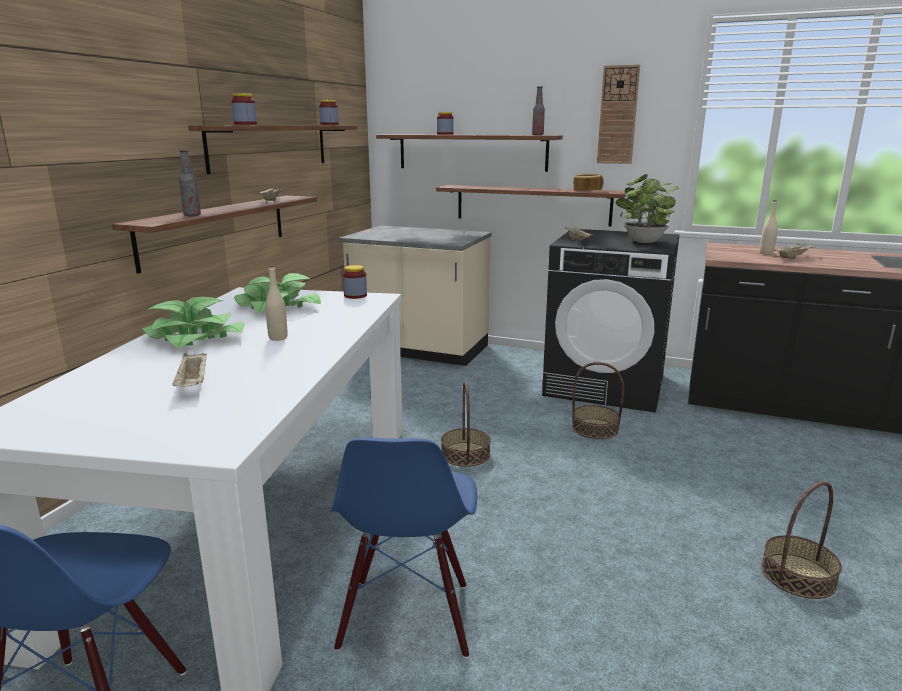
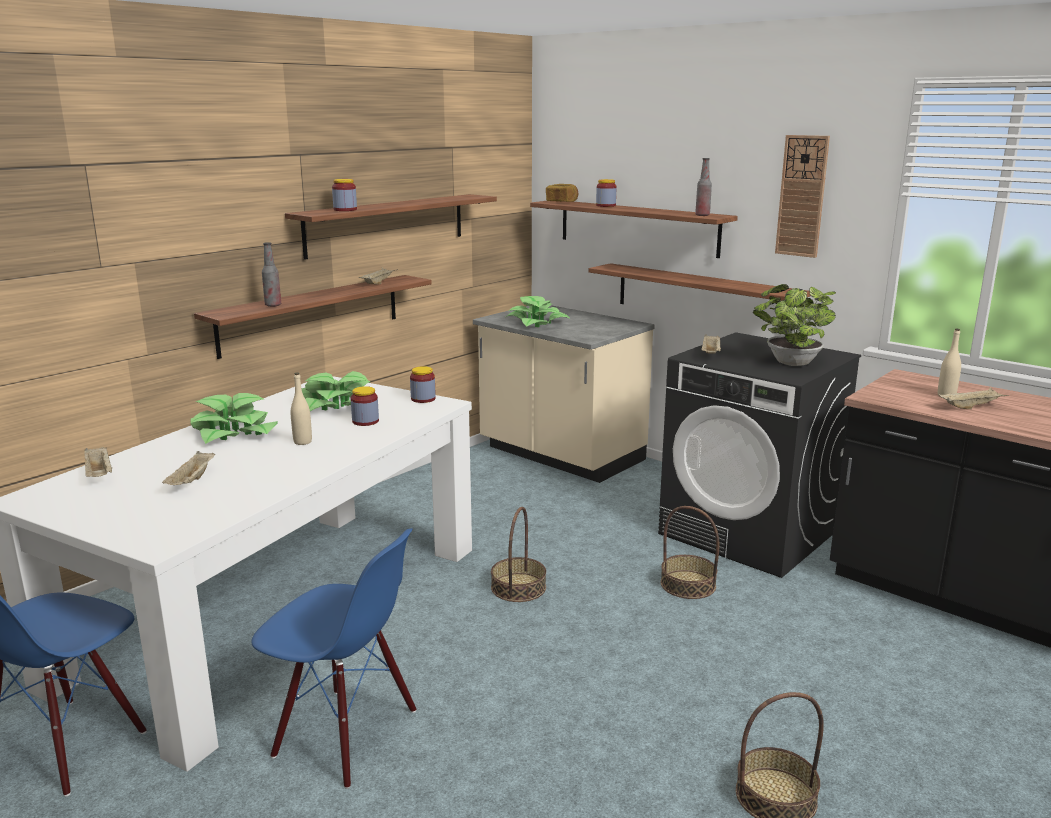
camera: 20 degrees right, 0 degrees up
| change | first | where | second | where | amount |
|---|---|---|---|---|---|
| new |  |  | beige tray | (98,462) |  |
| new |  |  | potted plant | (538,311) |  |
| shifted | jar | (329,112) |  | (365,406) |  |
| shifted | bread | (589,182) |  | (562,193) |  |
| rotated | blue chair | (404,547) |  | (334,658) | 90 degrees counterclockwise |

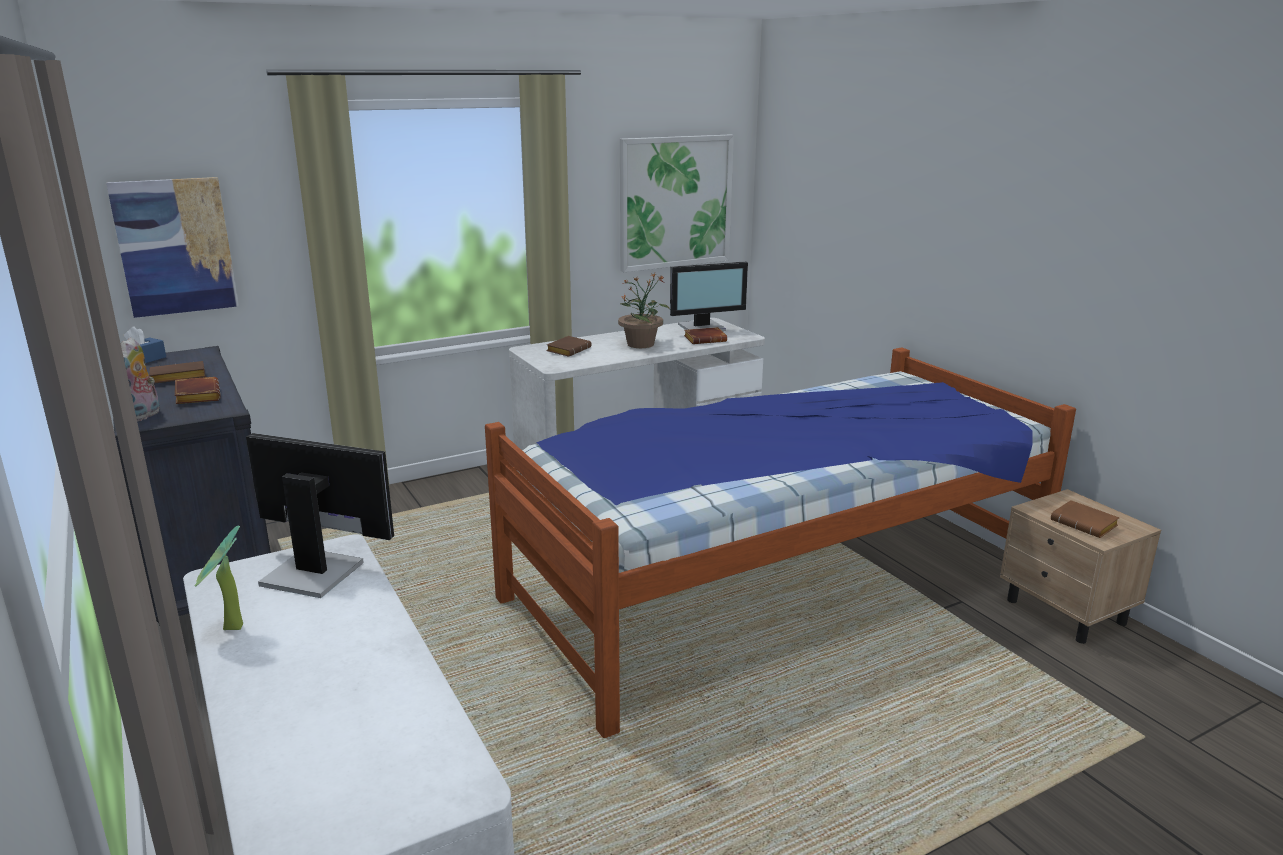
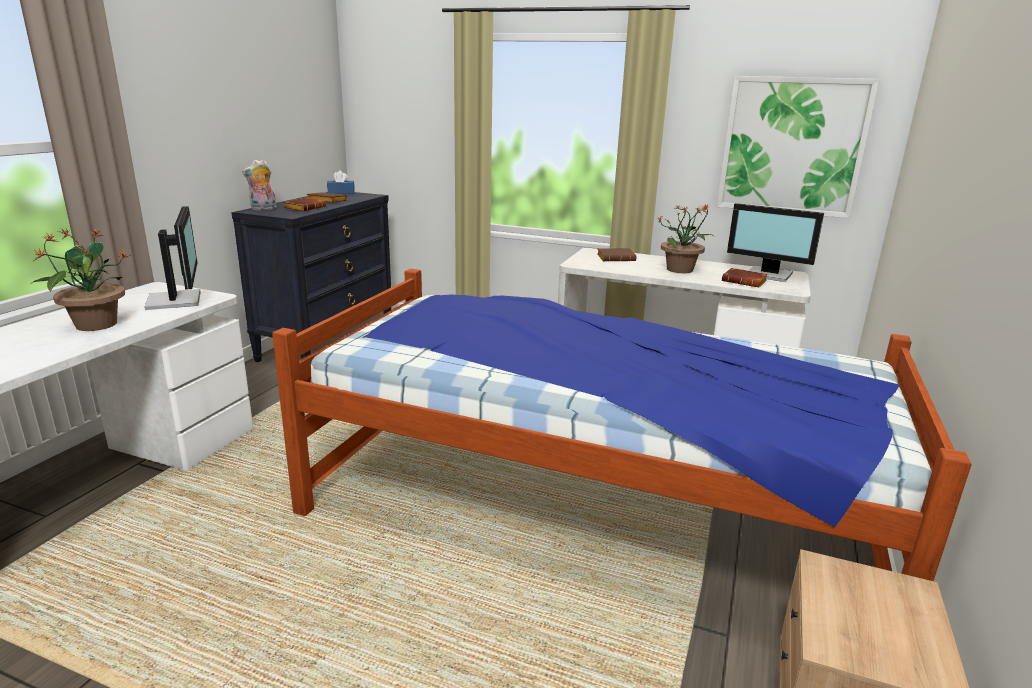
camera: 50 degrees right, 0 degrees up
| change | first | where | second | where | amount |
|---|---|---|---|---|---|
| gone | picture | (172,247) |  |  |  |
| gone | brown book | (1085,519) |  |  |  |
| new |  |  | potted plant | (81,279) |  |

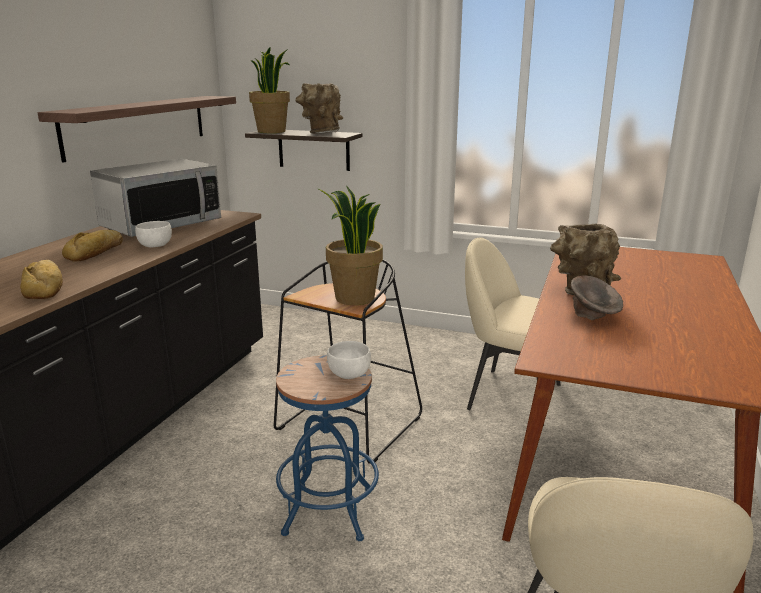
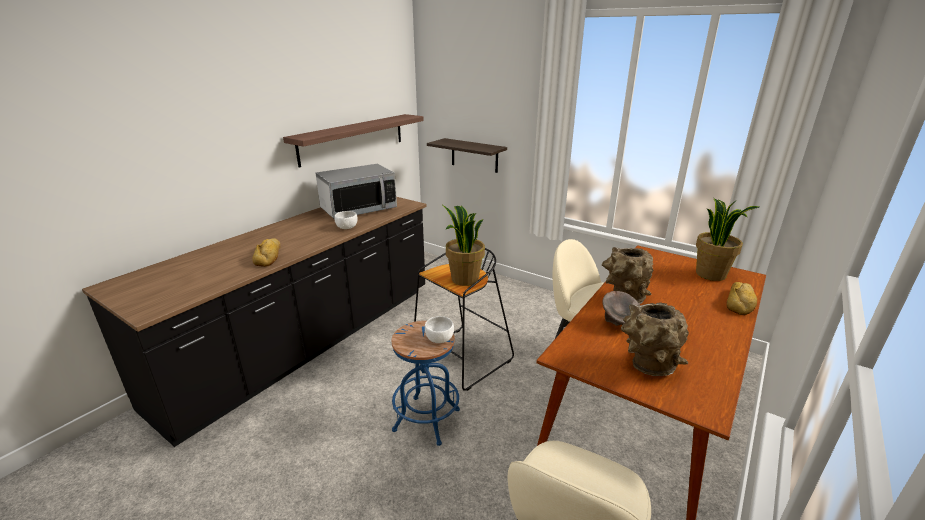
camera: 15 degrees right, 5 degrees up
| change | first | where | second | where | amount |
|---|---|---|---|---|---|
| shifted | bread | (92,246) |  | (741,298) |  |
| shifted | potted plant | (269,90) |  | (727,239) |  |
| shifted | brown vase | (319,108) |  | (655,339) |  |

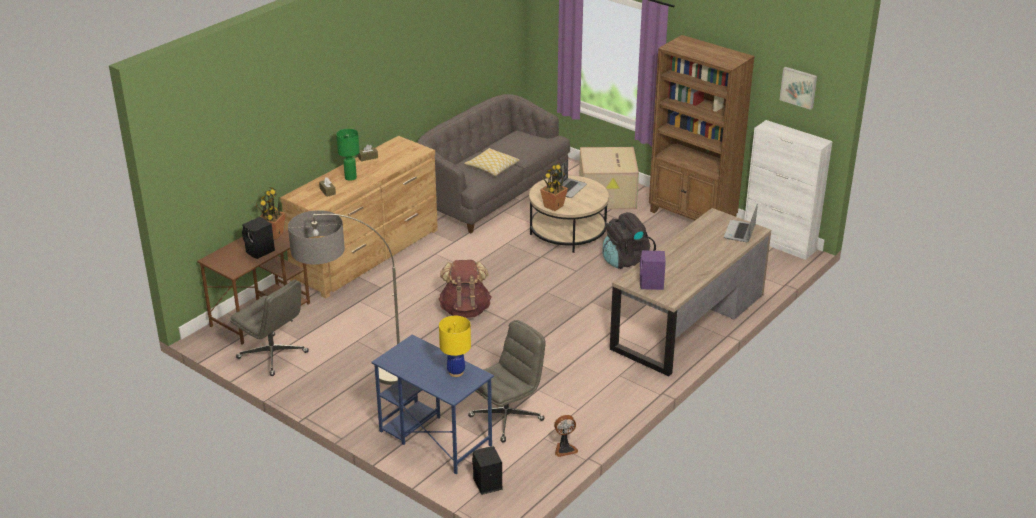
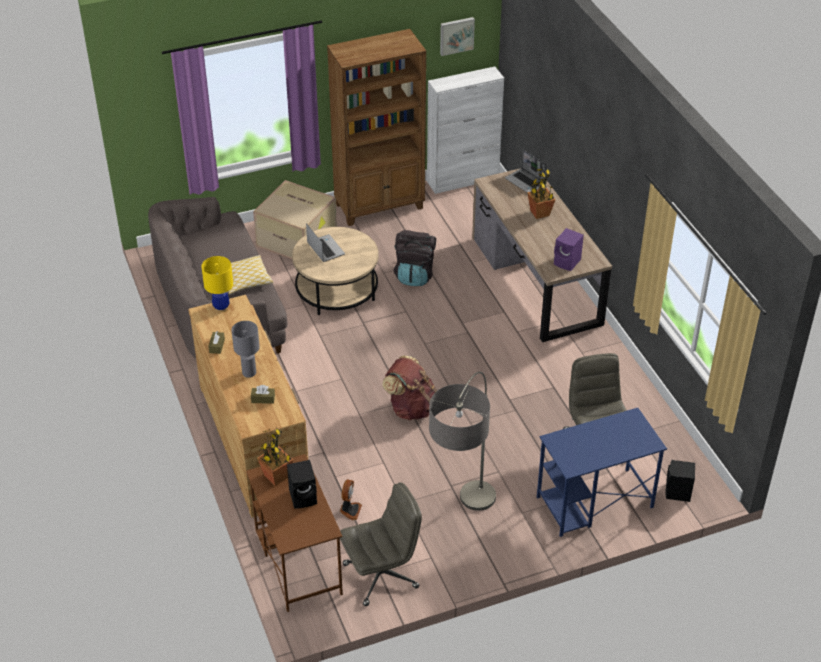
camera: 60 degrees left, 10 degrees up
| change | first | where | second | where | amount |
|---|---|---|---|---|---|
| shifted | yellow table lamp | (455,346) |  | (217,284) |  |
| shifted | potted plant | (554,186) |  | (541,194) |  |
| shifted | fan | (566,436) |  | (351,500) |  |
| repainted | green table lamp | (348,155) | grey table lamp | (245,349) |  |

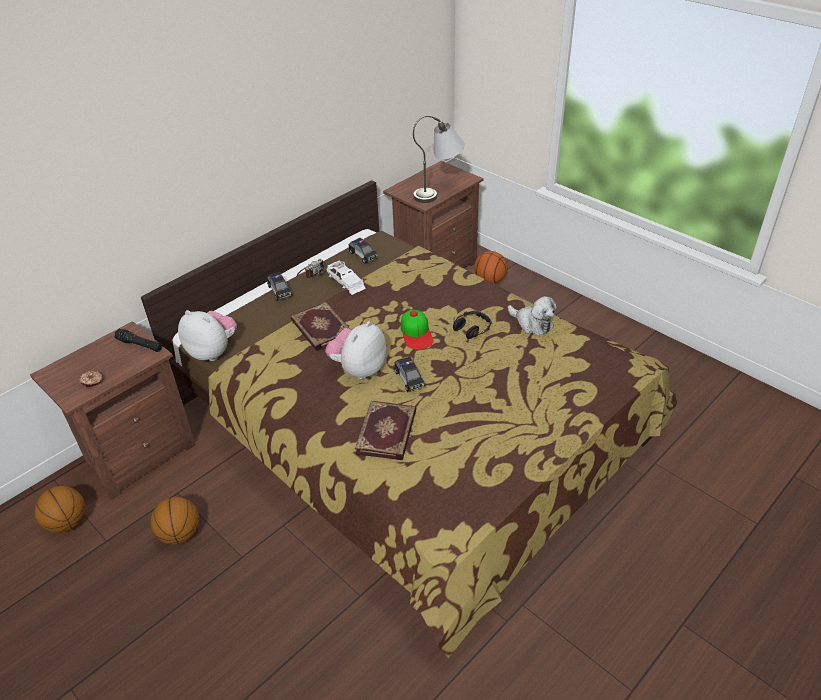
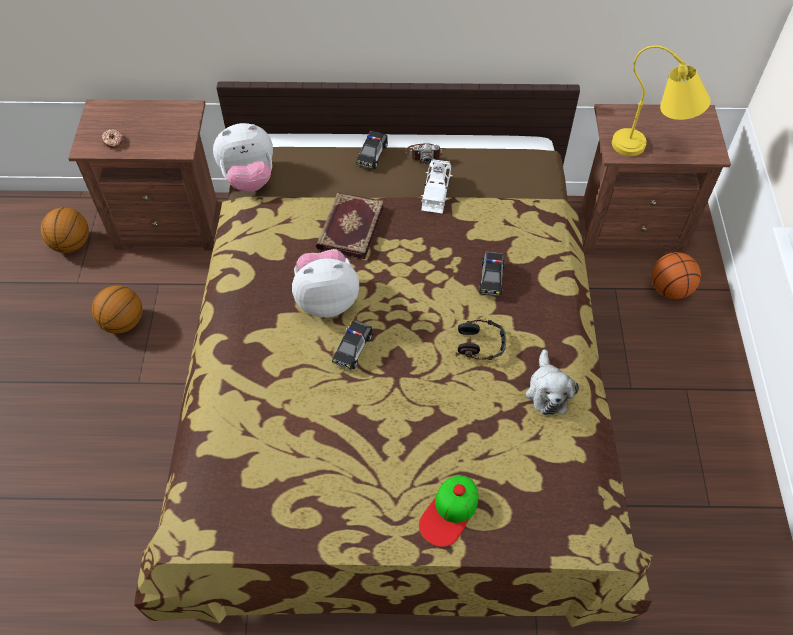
camera: 45 degrees right, 15 degrees up
| change | first | where | second | where | amount |
|---|---|---|---|---|---|
| gone | black flashlight | (138,340) |  |  |  |
| gone | book | (385,430) |  |  |  |
| shifted | toy car | (364,251) |  | (492,274) |  |
| shifted | cap | (417,330) |  | (449,511) |  |
| repainted | grey table lamp | (439,159) | yellow table lamp | (661,100) |  |
| rotated | plush toy | (207,335) |  | (243,157) | 90 degrees clockwise |

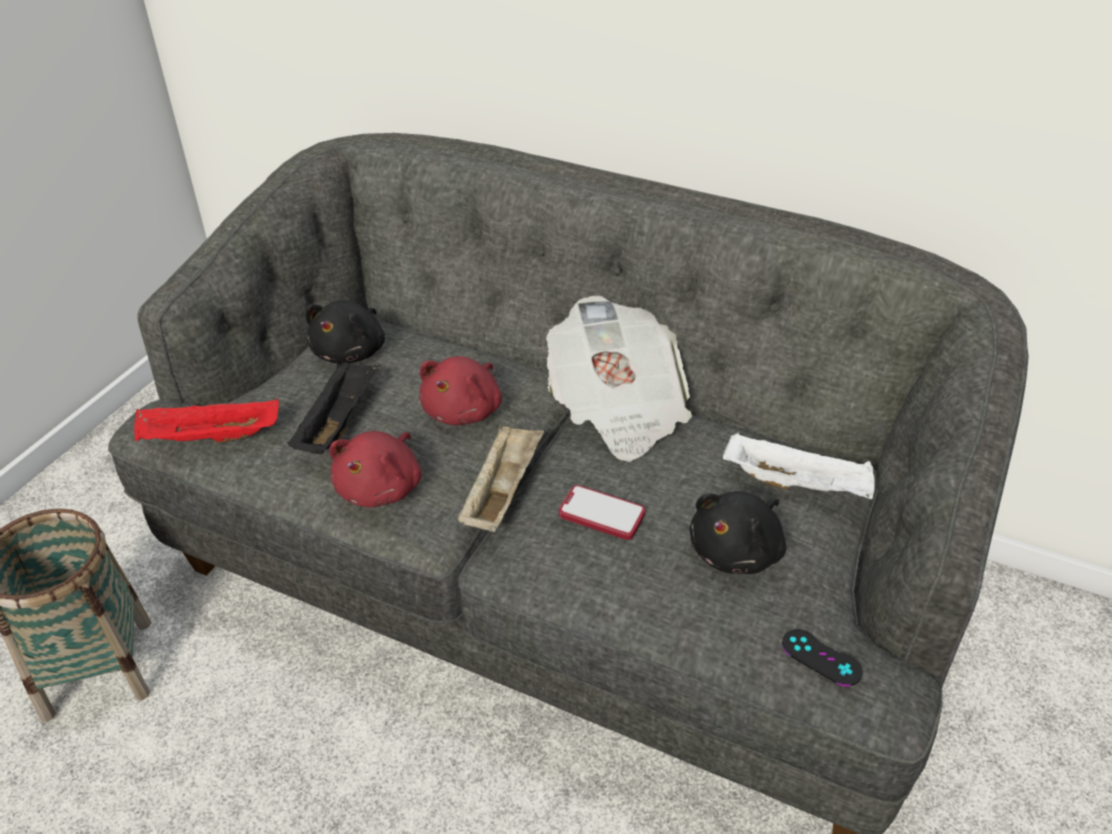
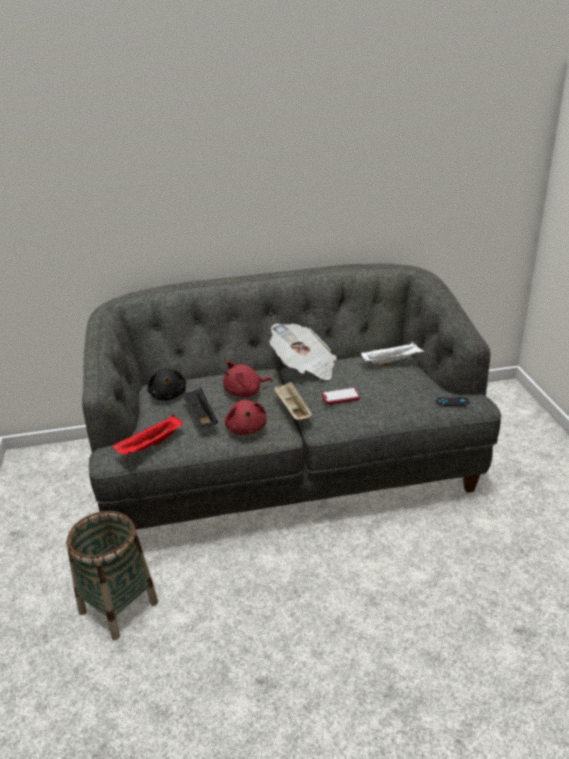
camera: 35 degrees left, 10 degrees down
| change | first | where | second | where | amount |
|---|---|---|---|---|---|
| gone | black plush toy | (737,532) |  |  |  |
| rotated | red plush toy | (460,390) |  | (248,379) | 75 degrees clockwise |

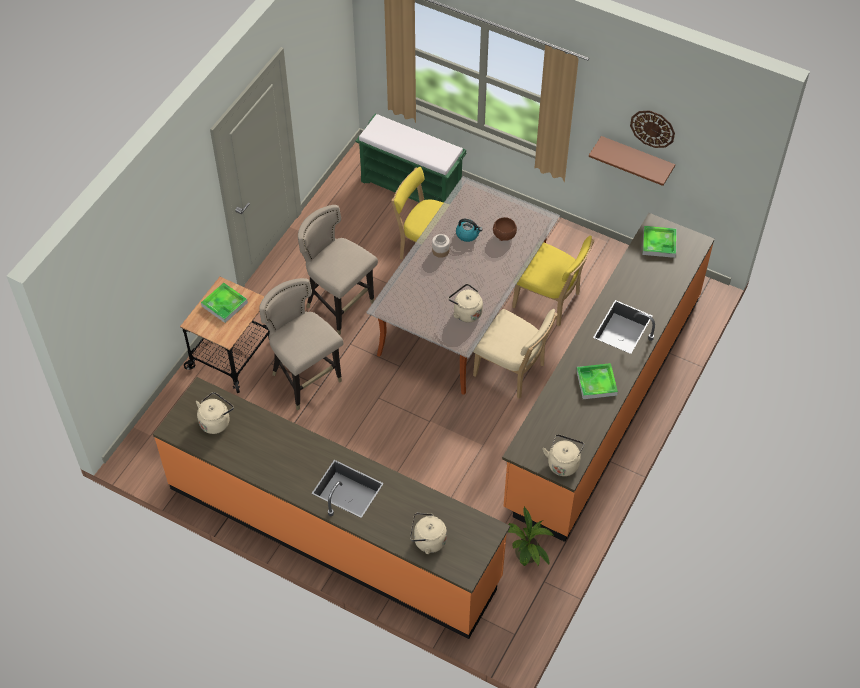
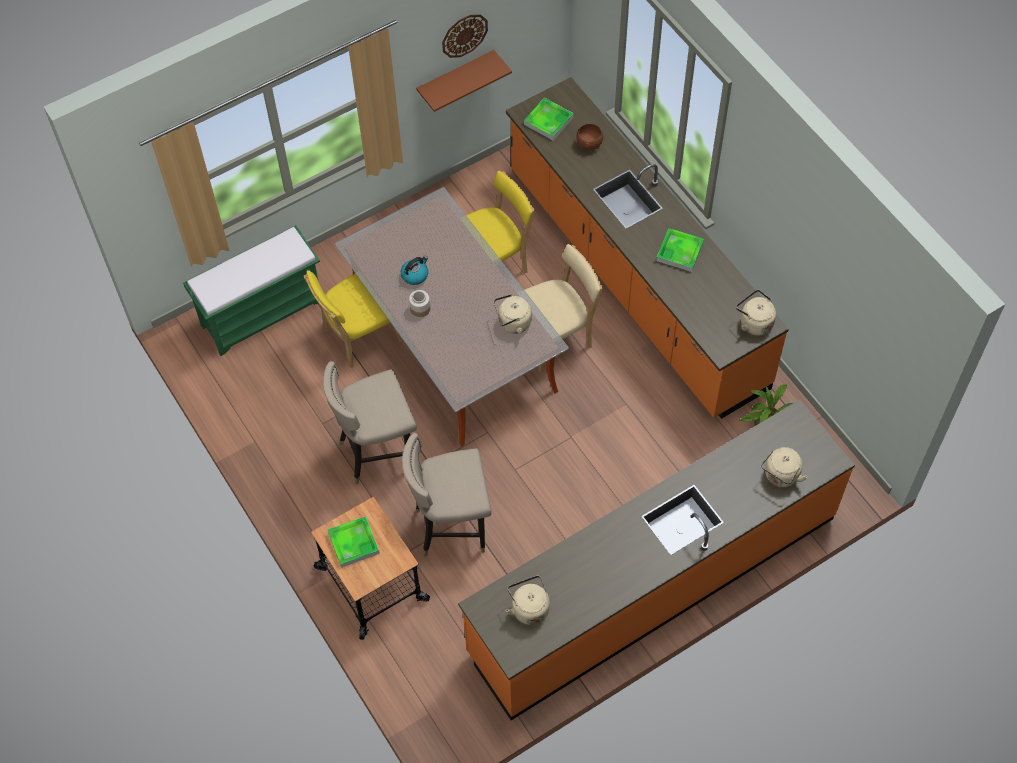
camera: 60 degrees left, 5 degrees up
| change | first | where | second | where | amount |
|---|---|---|---|---|---|
| shifted | brown bowl | (505,229) |  | (589,137) |  |

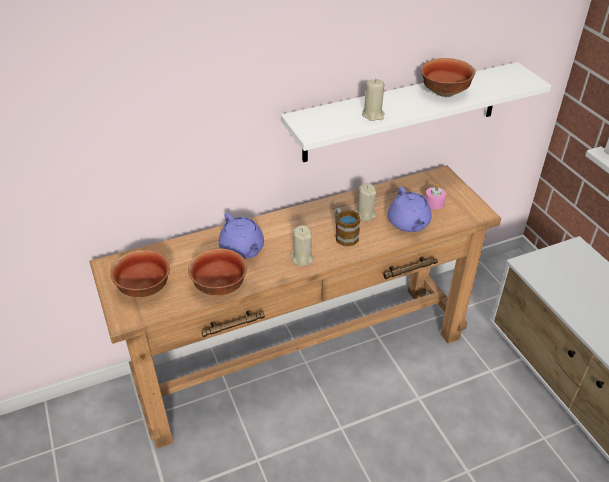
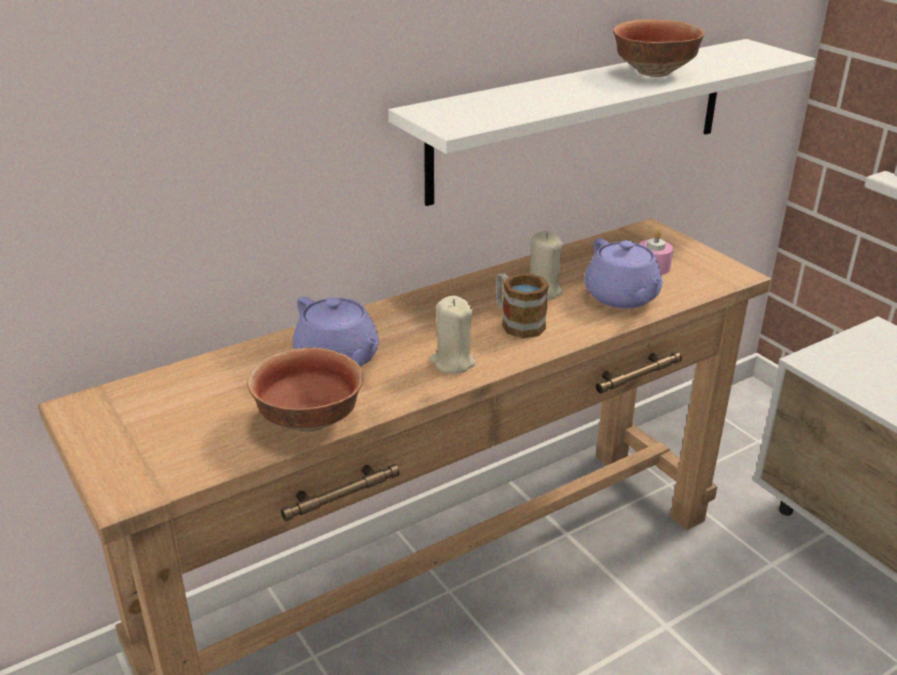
camera: 10 degrees left, 10 degrees down
| change | first | where | second | where | amount |
|---|---|---|---|---|---|
| gone | bowl | (140,273) |  |  |  |
| gone | beige candle | (373,100) |  |  |  |

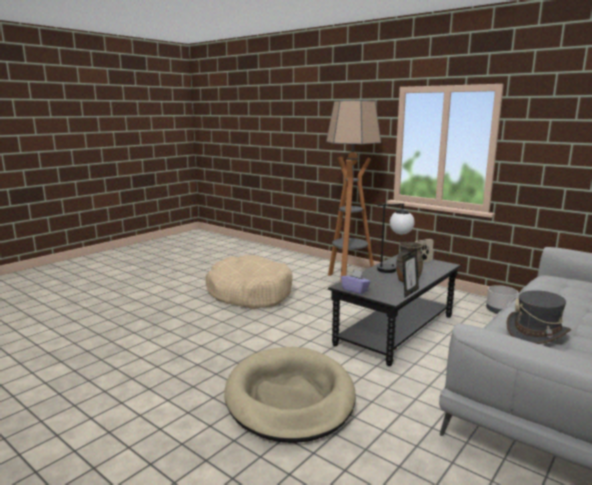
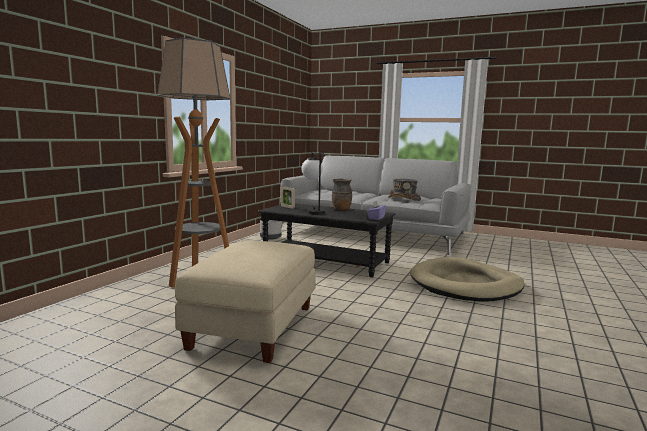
camera: 105 degrees left, 5 degrees down
| change | first | where | second | where | amount |
|---|---|---|---|---|---|
| gone | picture frame | (410,273) |  |  |  |
| swapped | beige dog bed | (249,282) | beige ottoman | (245,302) |  |

